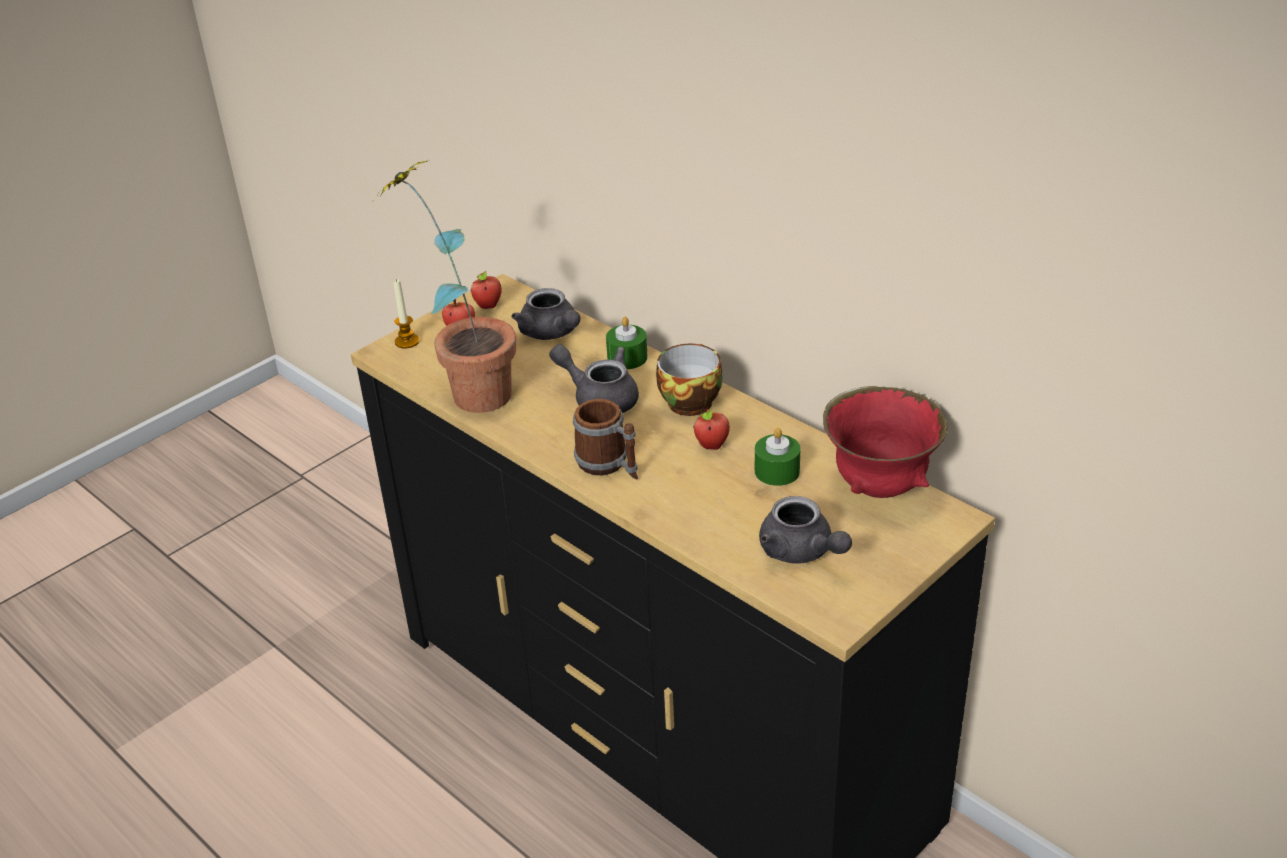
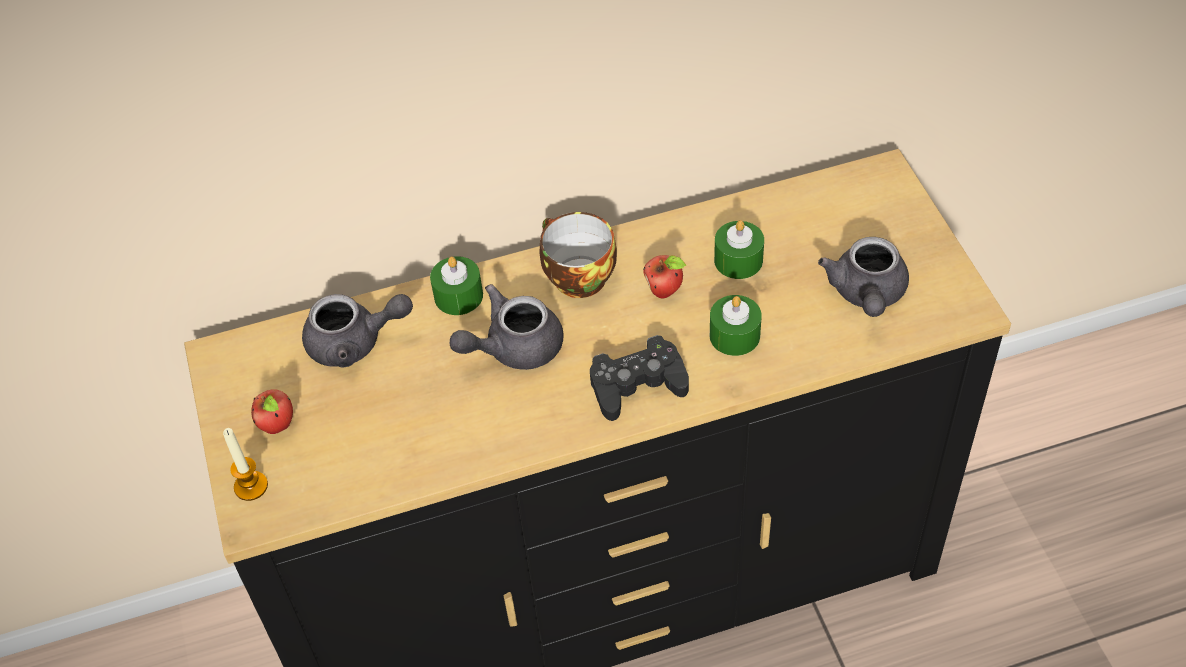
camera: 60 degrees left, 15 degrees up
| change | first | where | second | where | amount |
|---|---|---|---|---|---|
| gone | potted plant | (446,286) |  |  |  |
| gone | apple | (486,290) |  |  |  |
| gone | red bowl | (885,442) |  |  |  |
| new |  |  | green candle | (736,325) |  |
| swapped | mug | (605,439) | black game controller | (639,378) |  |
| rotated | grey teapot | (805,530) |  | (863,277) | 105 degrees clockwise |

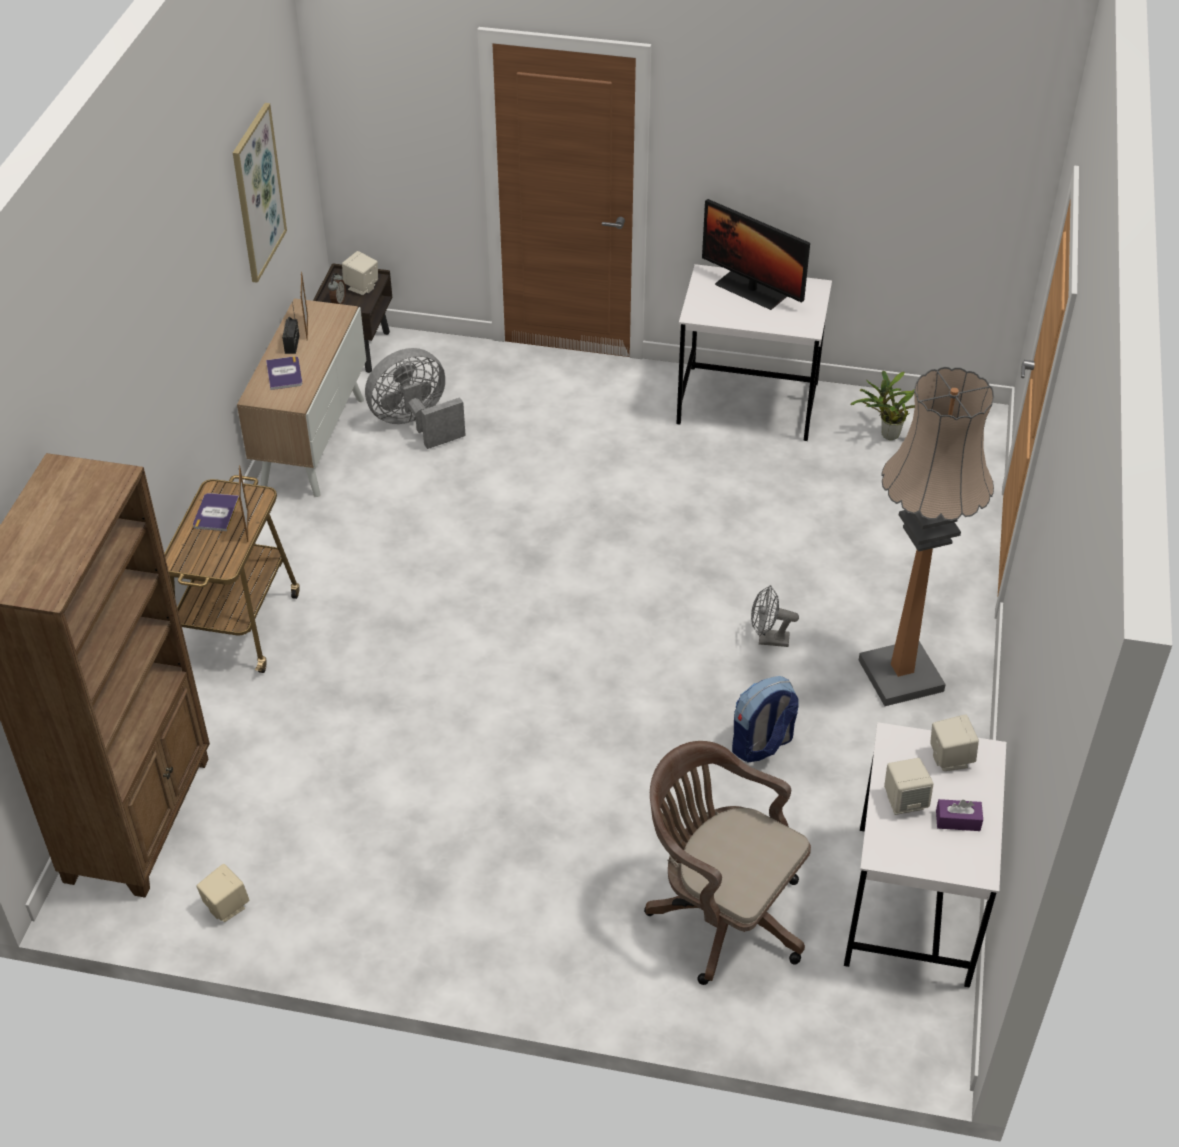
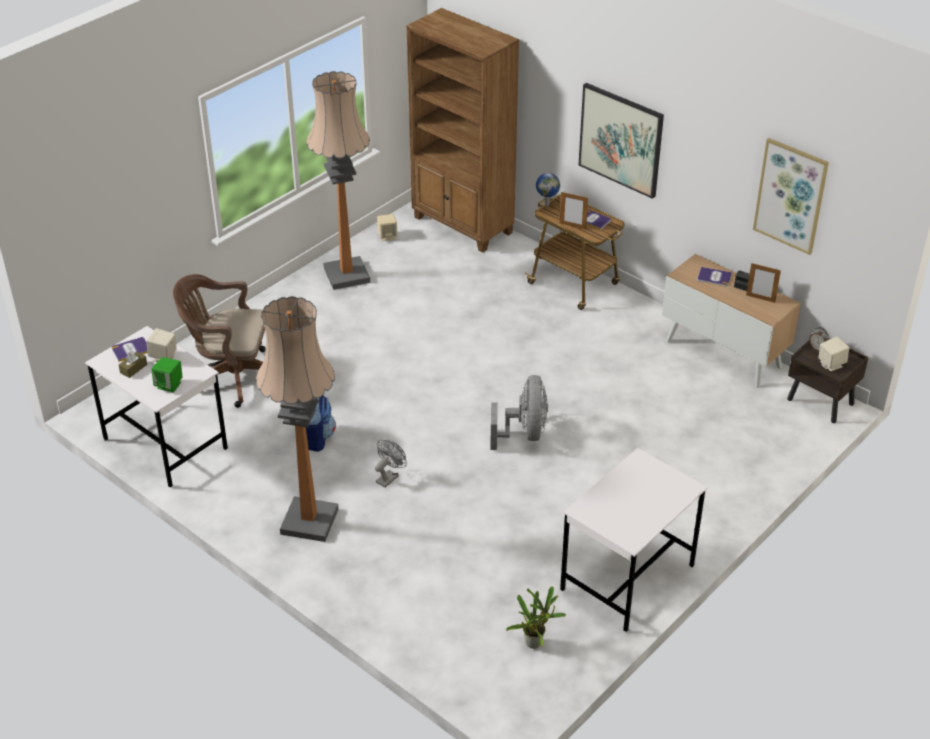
camera: 120 degrees right, 5 degrees down
| change | first | where | second | where | amount |
|---|---|---|---|---|---|
| gone | monitor | (756,254) |  |  |  |
| new |  |  | book | (129,349) |  |
| new |  |  | floor lamp | (338,180) |  |
| new |  |  | globe | (548,189) |  |
| new |  |  | picture | (621,141) |  |
| shifted | grey fan | (415,398) |  | (519,412) |  |
| repainted | beige speaker | (954,743) | green speaker | (166,375) |  |
| repainted | purple tissue box | (959,815) | brown tissue box | (133,364) |  |
| rotated | brown office chair | (727,863) |  | (219,341) | 150 degrees counterclockwise |

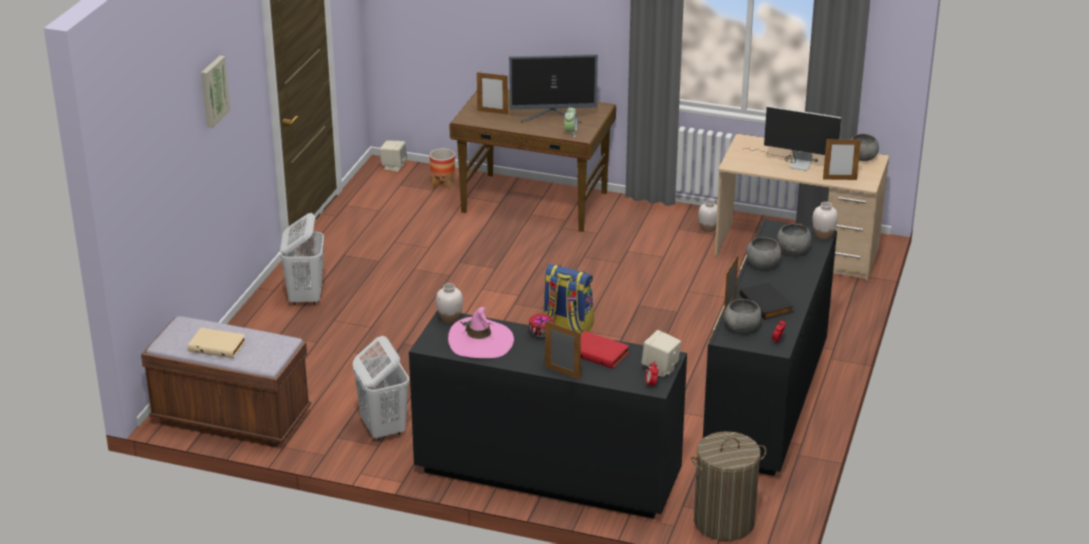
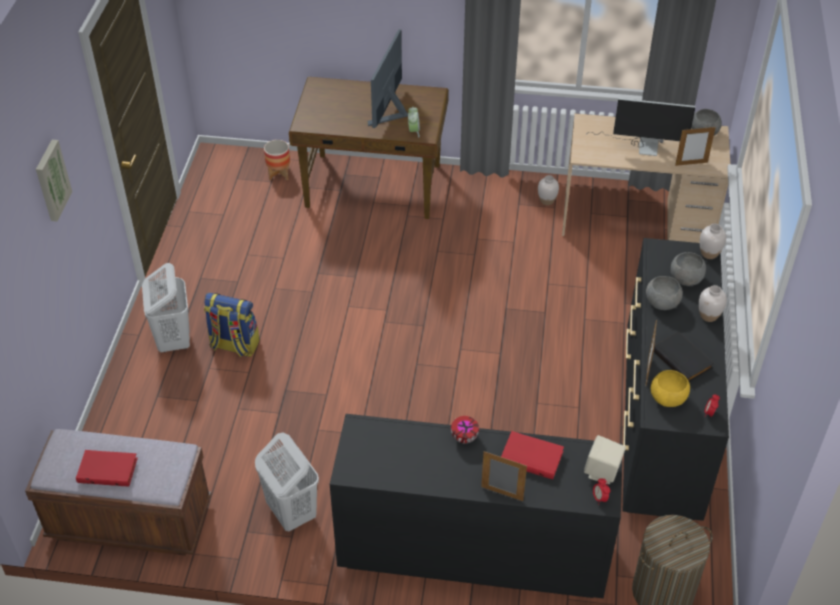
camera: 10 degrees left, 15 degrees up
| change | first | where | second | where | amount |
|---|---|---|---|---|---|
| gone | beige speaker | (393,156) |  |  |  |
| gone | pink hat | (481,332) |  |  |  |
| gone | picture frame | (492,93) |  |  |  |
| shifted | white vase | (449,303) |  | (713,303) |  |
| shifted | backpack | (569,299) |  | (232,325) |  |
| repainted | beige book | (217,343) | red book | (107,468) |  |
| repainted | grey bowl | (743,315) | yellow bowl | (670,388) |  |
| rotated | monitor | (553,88) |  | (388,78) | 120 degrees clockwise |

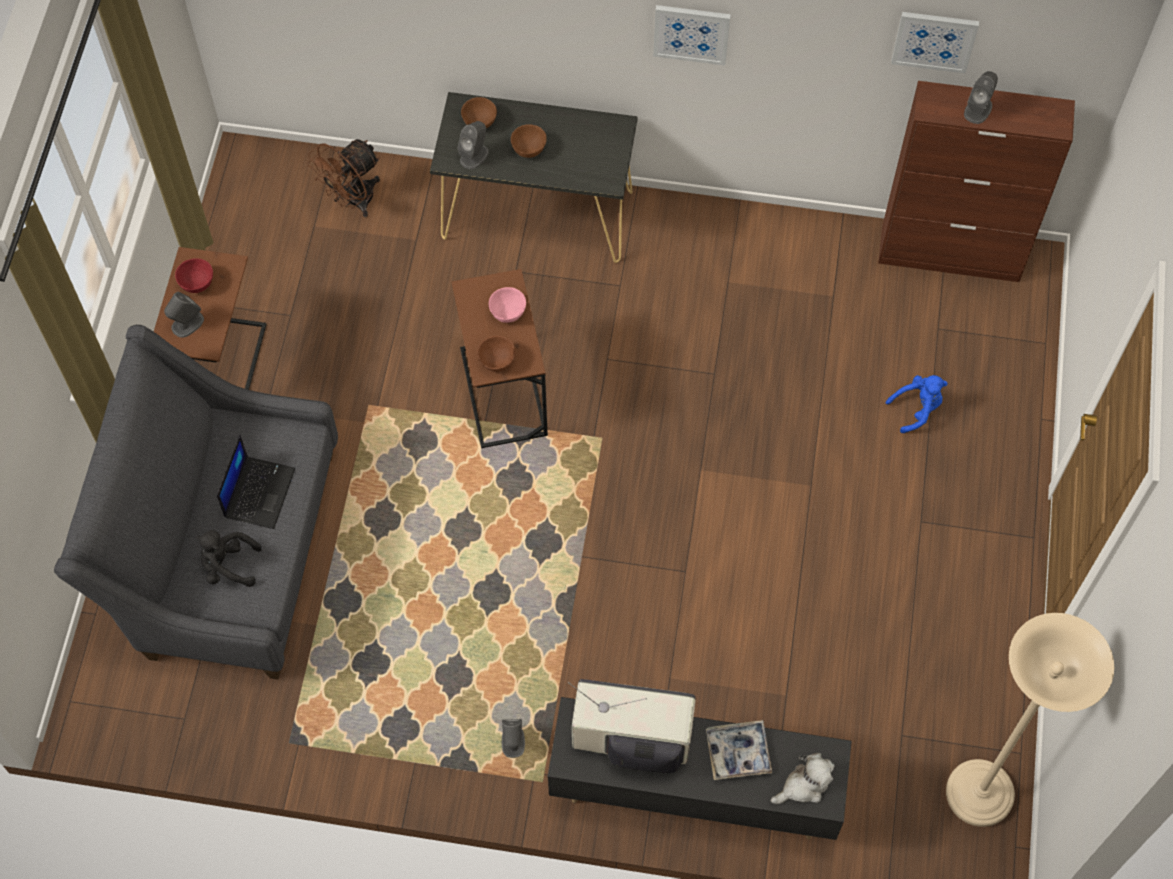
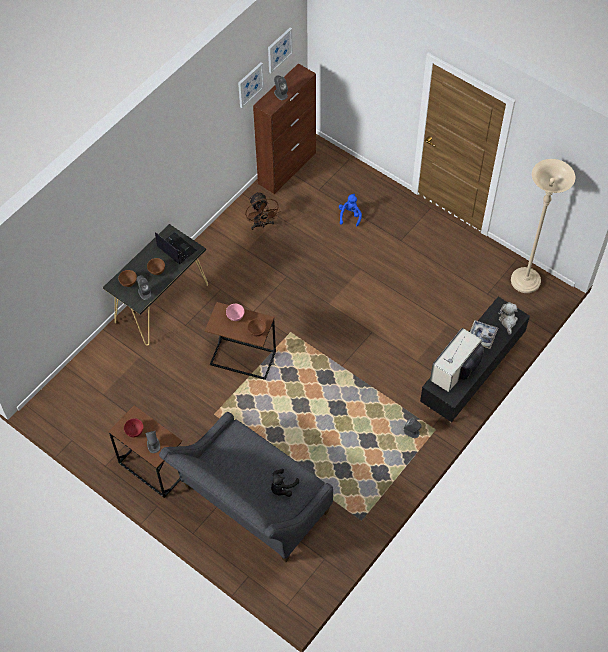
camera: 60 degrees left, 5 degrees down
| change | first | where | second | where | amount |
|---|---|---|---|---|---|
| shifted | laptop | (256,482) |  | (176,248) |  |
| shifted | brown fan | (343,178) |  | (262,210) |  |
| shifted | picture | (692,35) |  | (280,50) |  |

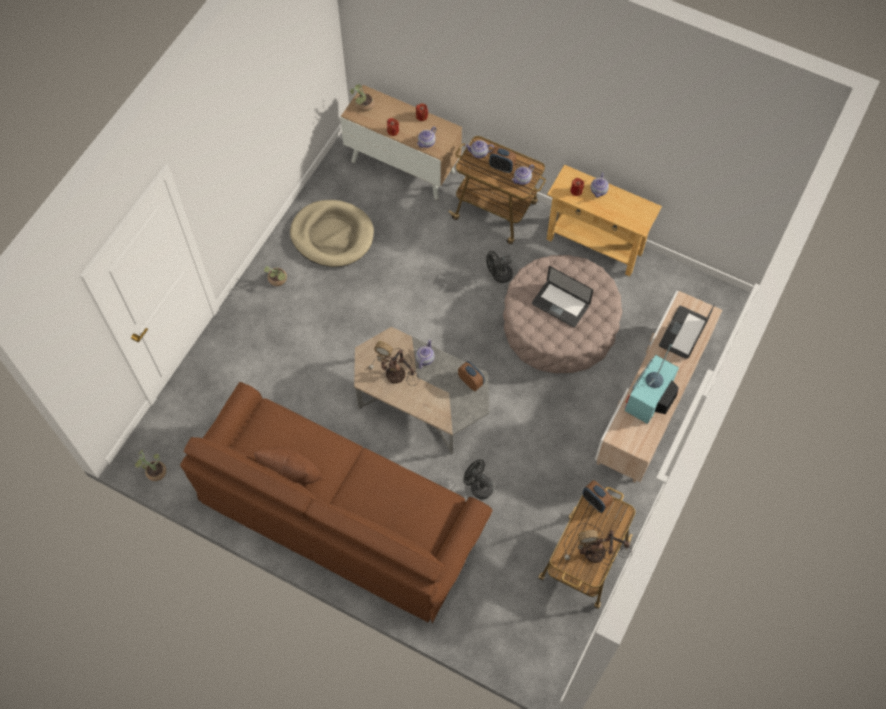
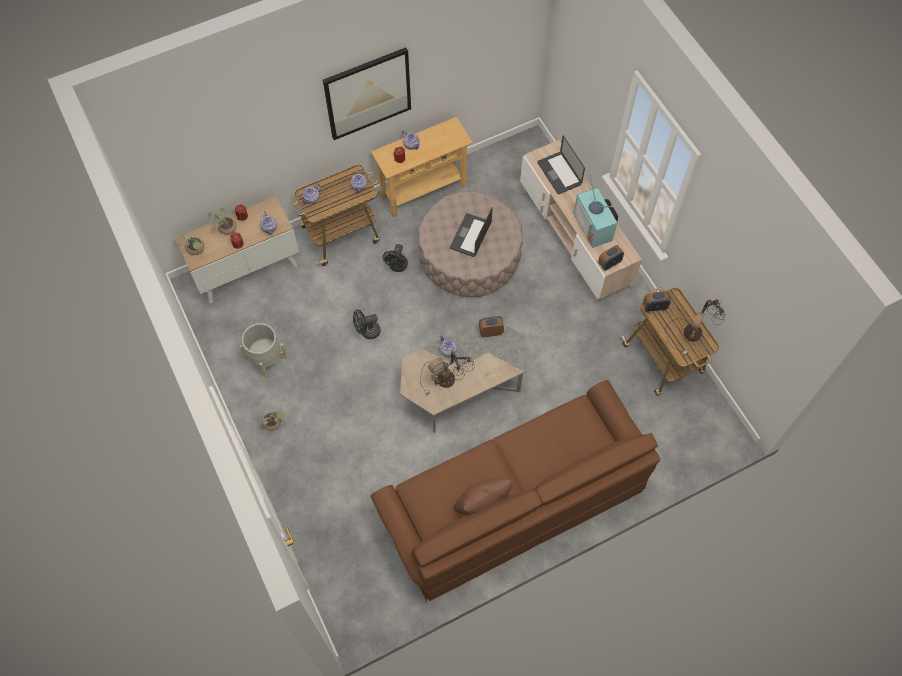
camera: 55 degrees left, 0 degrees up
| change | first | where | second | where | amount |
|---|---|---|---|---|---|
| new |  |  | picture | (367,93) |  |
| shifted | potted plant | (151,465) |  | (222,221) |  |
| shifted | black fan | (478,479) |  | (367,324) |  |
| shifted | alarm clock | (502,160) |  | (611,258) |  |
| swapped | beige dog bed | (332,233) | grey planter | (264,350) |  |
| rotated | laptop | (562,296) |  | (471,232) | 135 degrees clockwise |

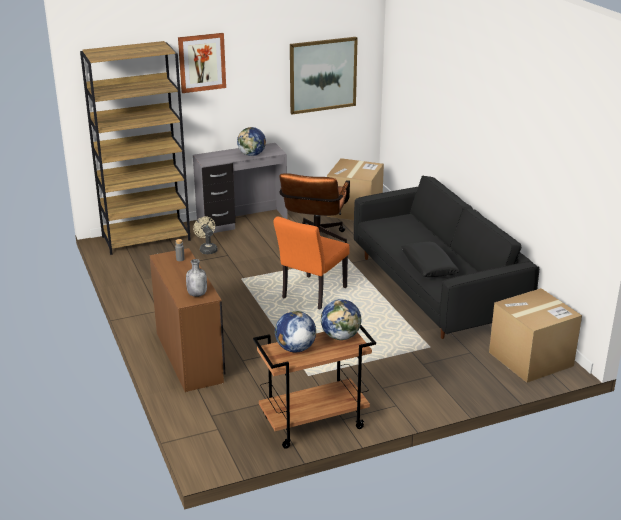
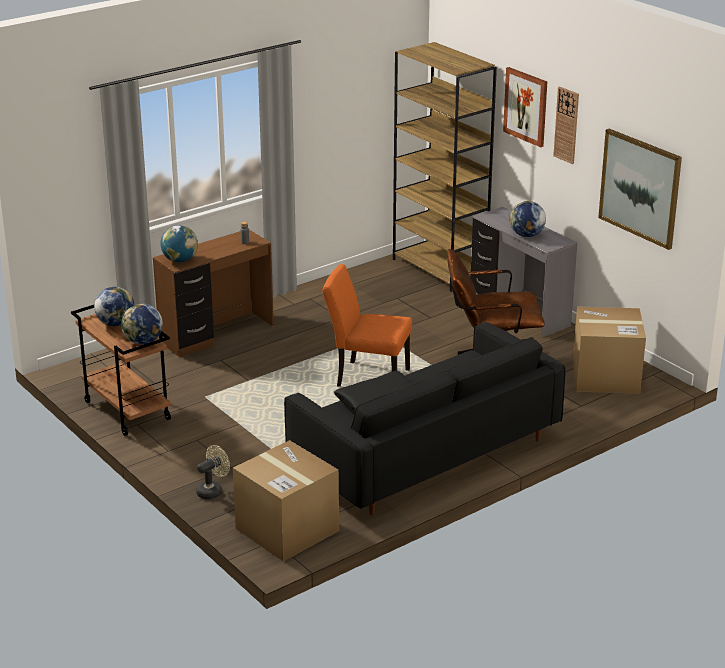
camera: 75 degrees right, 0 degrees up
| change | first | where | second | where | amount |
|---|---|---|---|---|---|
| new |  |  | wall clock | (566,125) |  |
| shifted | beige fan | (205,235) |  | (213,472) |  |
| swapped | grey bottle | (196,278) | globe | (179,243) |  |

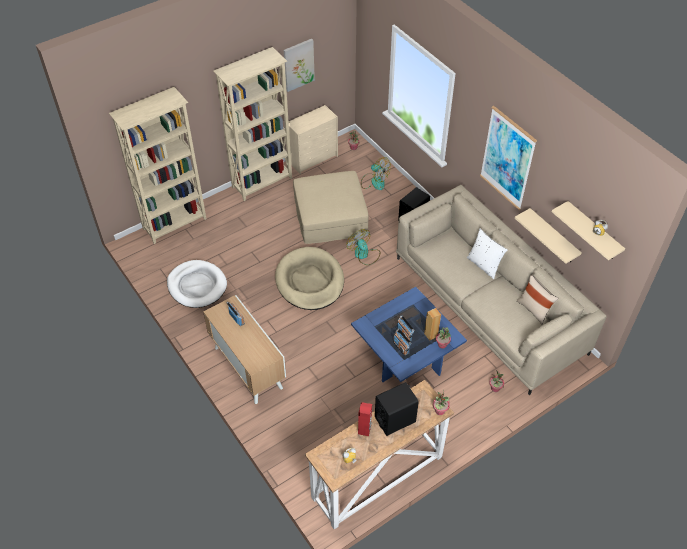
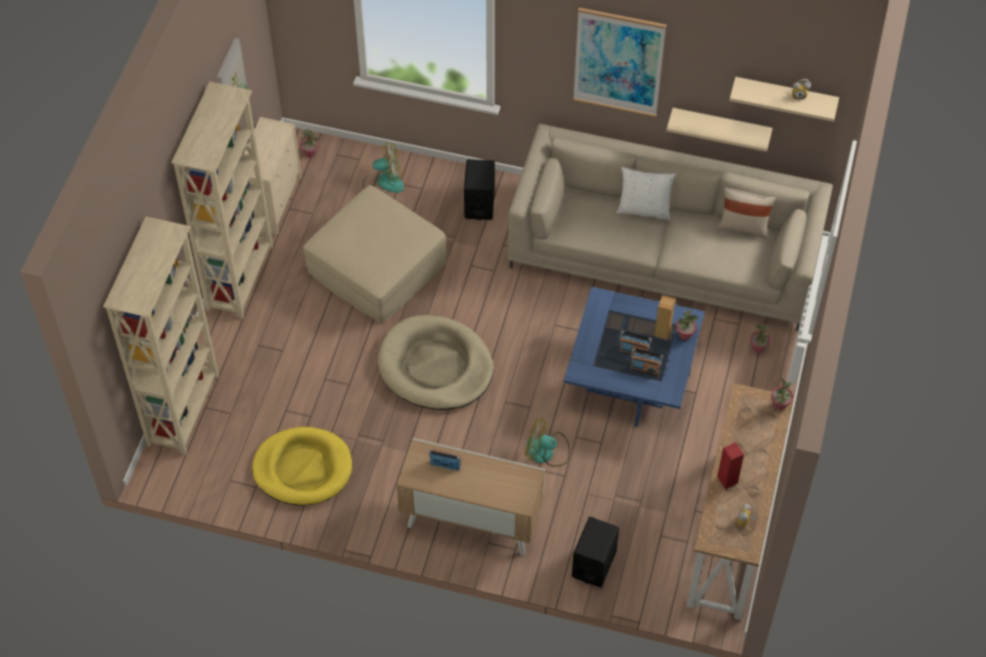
camera: 40 degrees left, 5 degrees up
| change | first | where | second | where | amount |
|---|---|---|---|---|---|
| shifted | fan | (363,247) |  | (547,442) |  |
| shifted | black speaker | (397,409) |  | (595,552) |  |
| repainted | white dog bed | (197,284) | yellow dog bed | (302,466) |  |

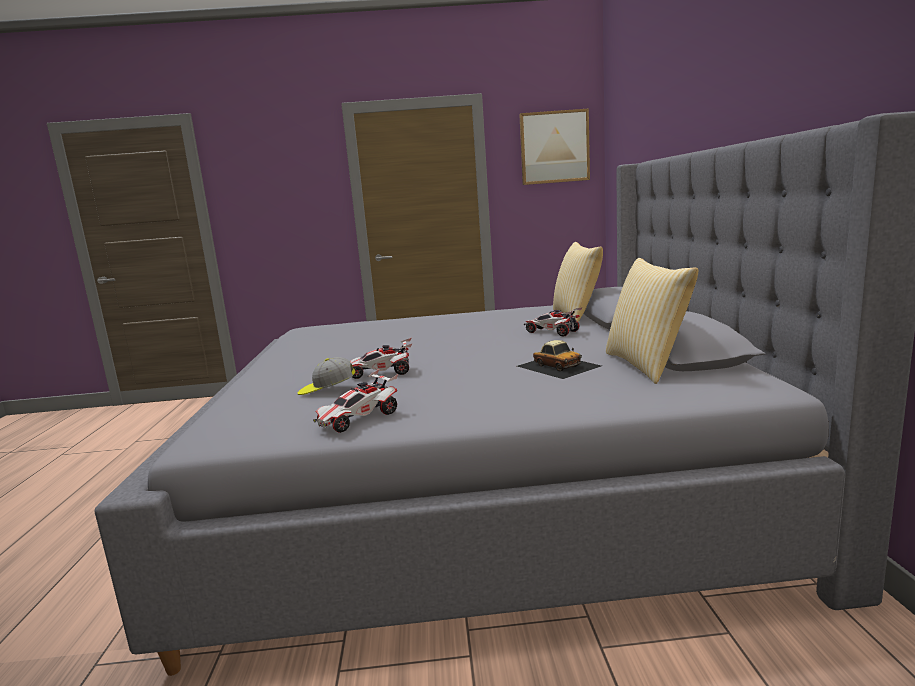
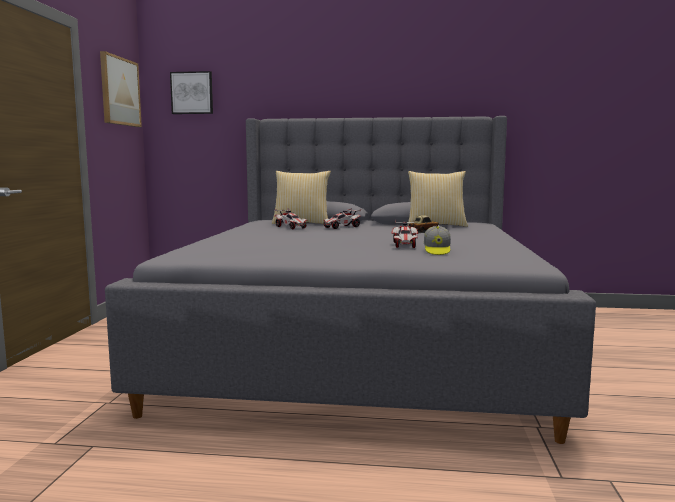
camera: 80 degrees left, 5 degrees down
| change | first | where | second | where | amount |
|---|---|---|---|---|---|
| new |  |  | picture | (191,92) |  |
| shifted | toy car | (355,401) |  | (291,218) |  |

